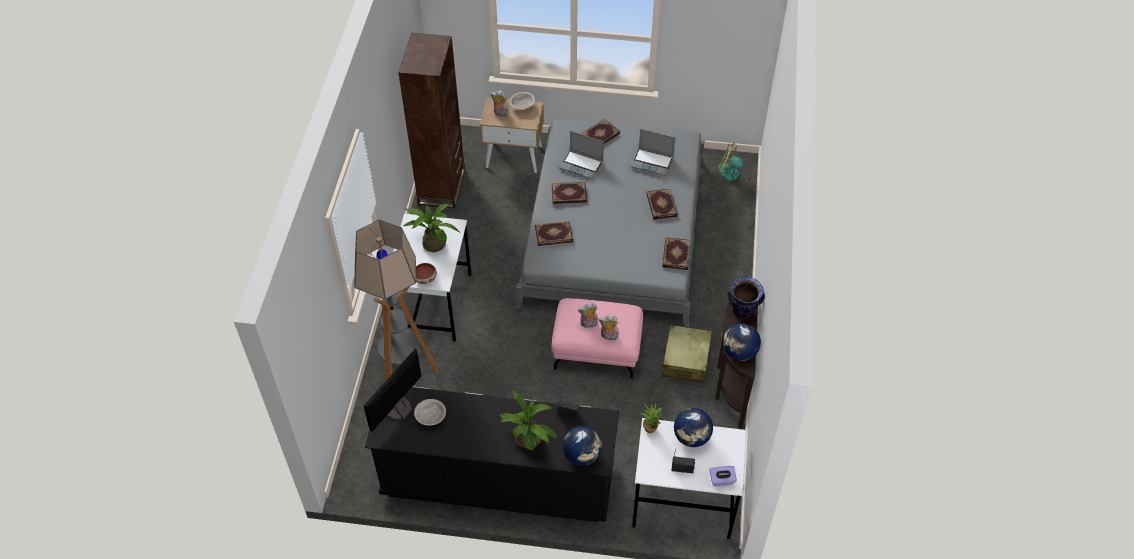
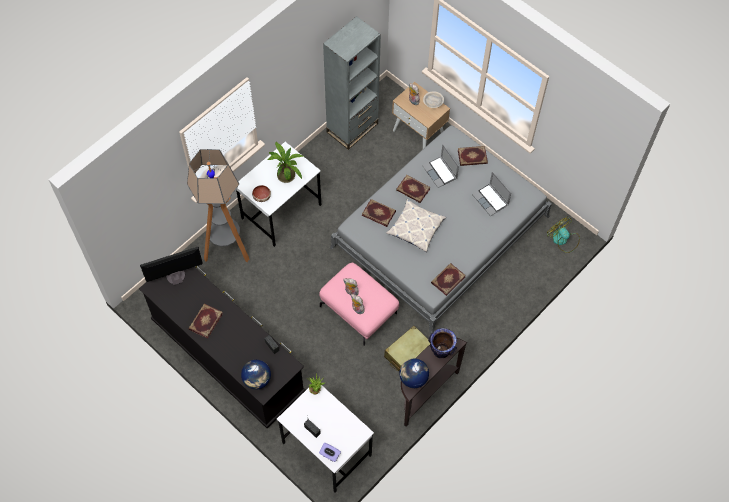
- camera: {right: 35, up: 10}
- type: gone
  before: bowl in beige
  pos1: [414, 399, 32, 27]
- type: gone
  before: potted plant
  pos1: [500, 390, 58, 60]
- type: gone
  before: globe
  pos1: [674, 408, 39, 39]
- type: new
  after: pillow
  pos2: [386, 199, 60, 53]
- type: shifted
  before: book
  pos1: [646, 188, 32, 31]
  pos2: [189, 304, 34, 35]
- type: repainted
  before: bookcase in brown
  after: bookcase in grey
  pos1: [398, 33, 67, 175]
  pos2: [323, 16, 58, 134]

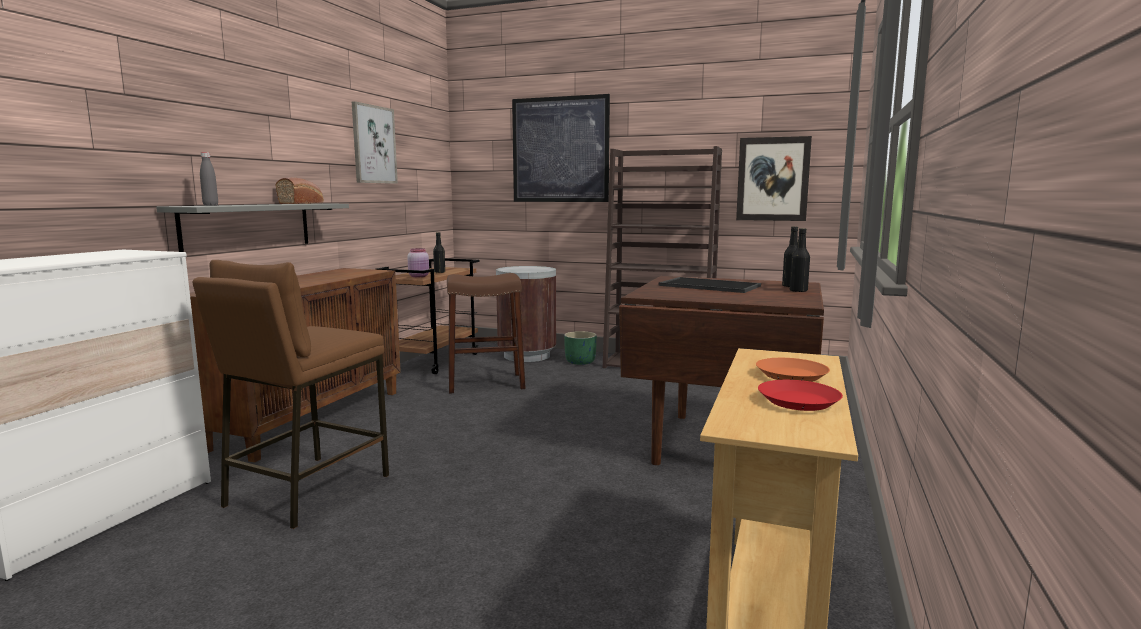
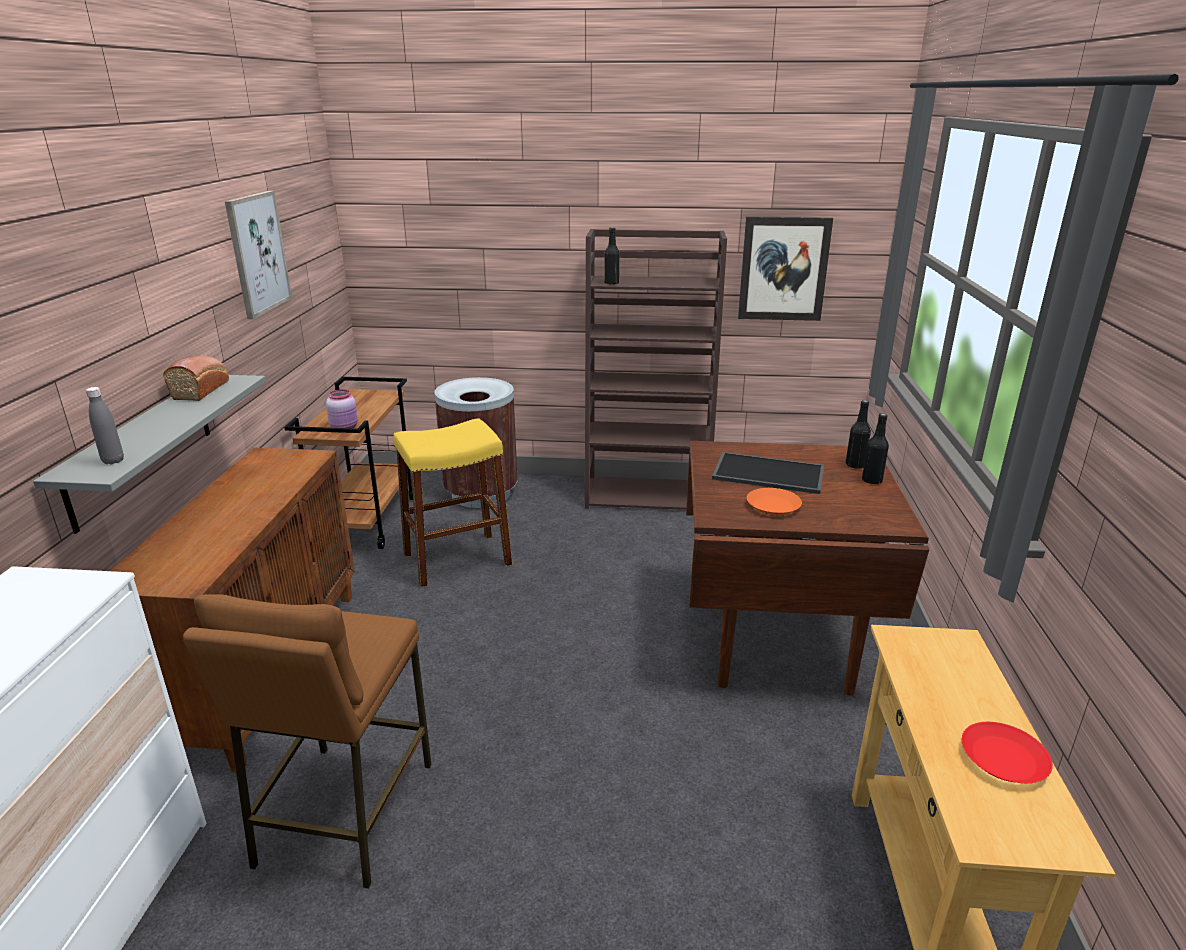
- camera: {right: -15, up: 15}
- type: gone
  before: picture
  pos1: [512, 94, 98, 108]
- type: gone
  before: planter in green
  pos1: [564, 331, 33, 34]
- type: shifted
  before: bottle in black
  pos1: [433, 232, 12, 41]
  pos2: [604, 227, 16, 57]
- type: shifted
  before: plate in orange
  pos1: [756, 358, 74, 24]
  pos2: [747, 488, 55, 28]
- type: repainted
  before: stool in brown
  after: stool in yellow
  pos1: [447, 273, 79, 121]
  pos2: [393, 418, 119, 170]

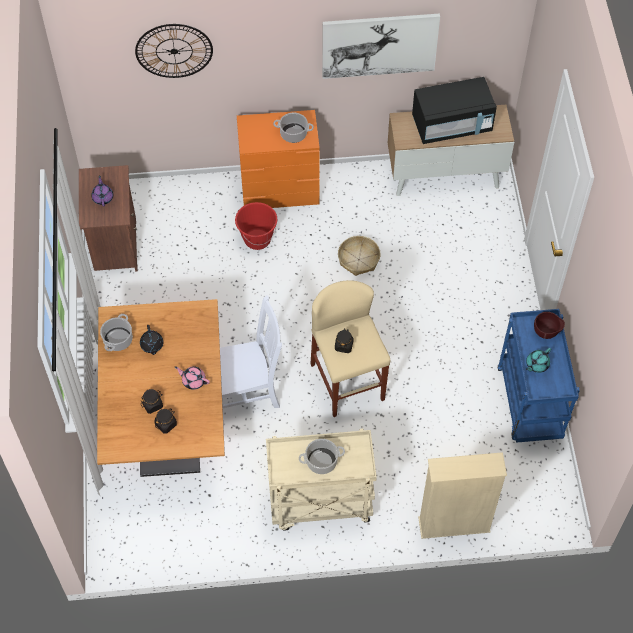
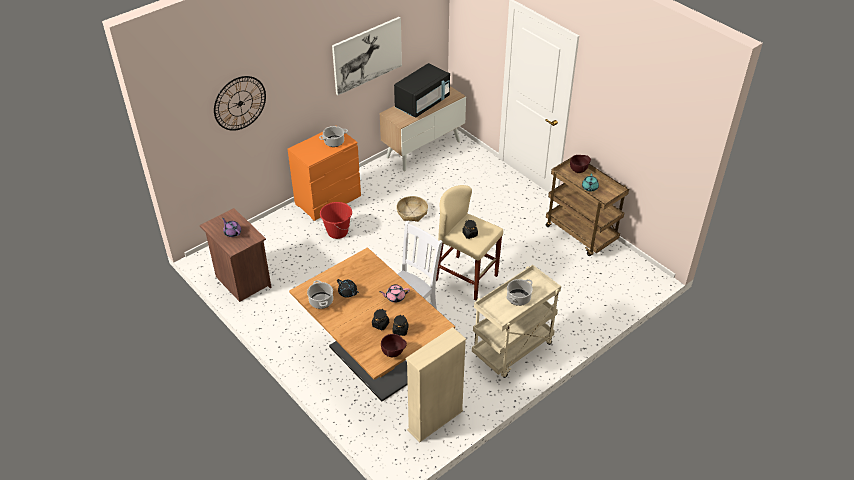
- camera: {right: -35, up: -15}
- type: new
  after: bowl in brown
  pos2: [381, 334, 26, 23]
- type: shifted
  before: bookcase in beige
  pos1: [418, 452, 89, 87]
  pos2: [405, 327, 61, 115]
- type: repainted
  before: cart in blue
  after: cart in brown
  pos1: [497, 309, 83, 134]
  pos2: [546, 158, 83, 98]

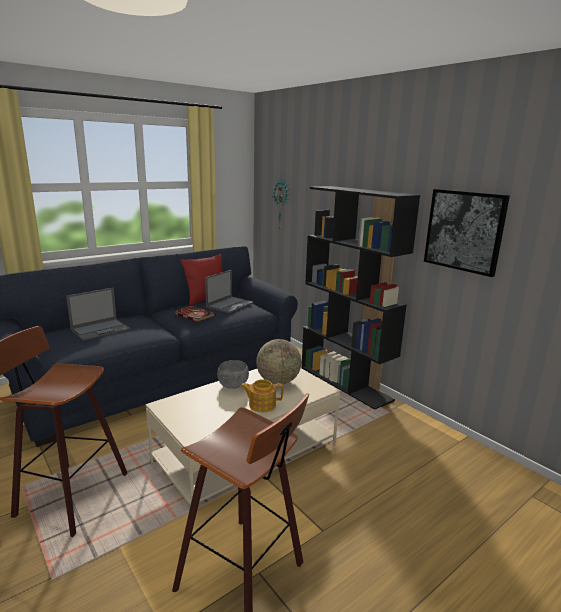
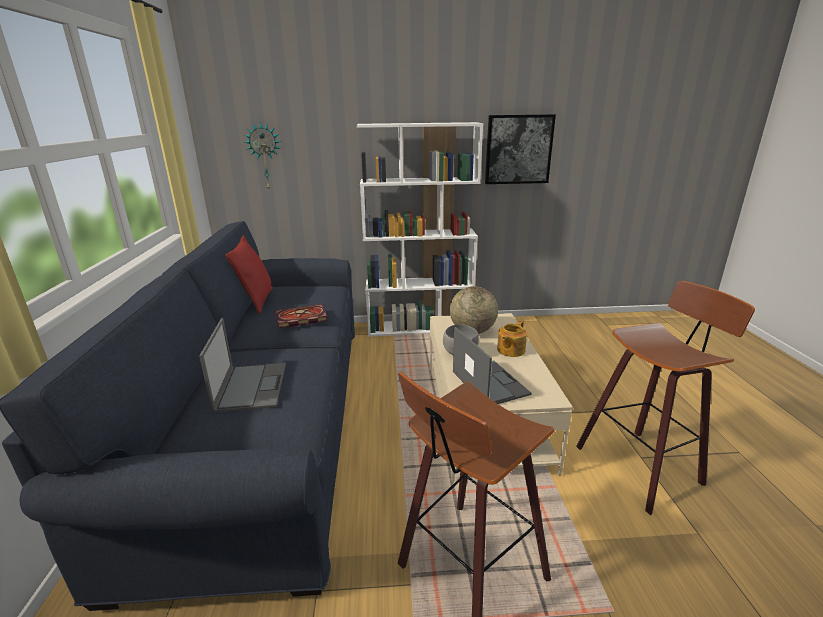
- camera: {right: -55, up: 5}
- type: shifted
  before: laptop
  pos1: [205, 270, 48, 43]
  pos2: [453, 327, 79, 77]
- type: repainted
  before: bookcase in black
  after: bookcase in white
  pos1: [301, 186, 119, 224]
  pos2: [357, 122, 126, 215]

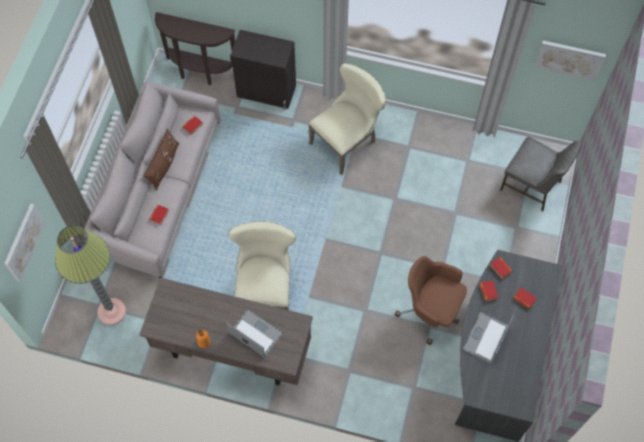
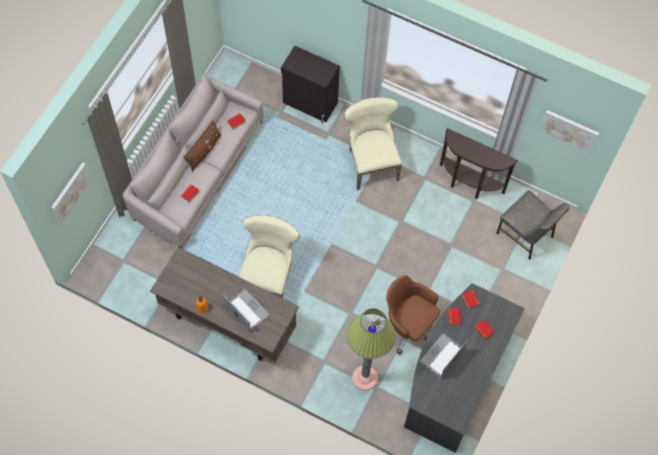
- camera: {right: 10, up: 0}
- type: shifted
  before: floor lamp
  pos1: [55, 225, 71, 100]
  pos2: [347, 308, 49, 83]
- type: shifted
  before: console table in brown
  pos1: [155, 12, 80, 73]
  pos2: [440, 128, 78, 71]
- type: rotated
  before: chair in beige
  pos1: [308, 63, 78, 112]
  pos2: [344, 97, 58, 93]
  turn: -75

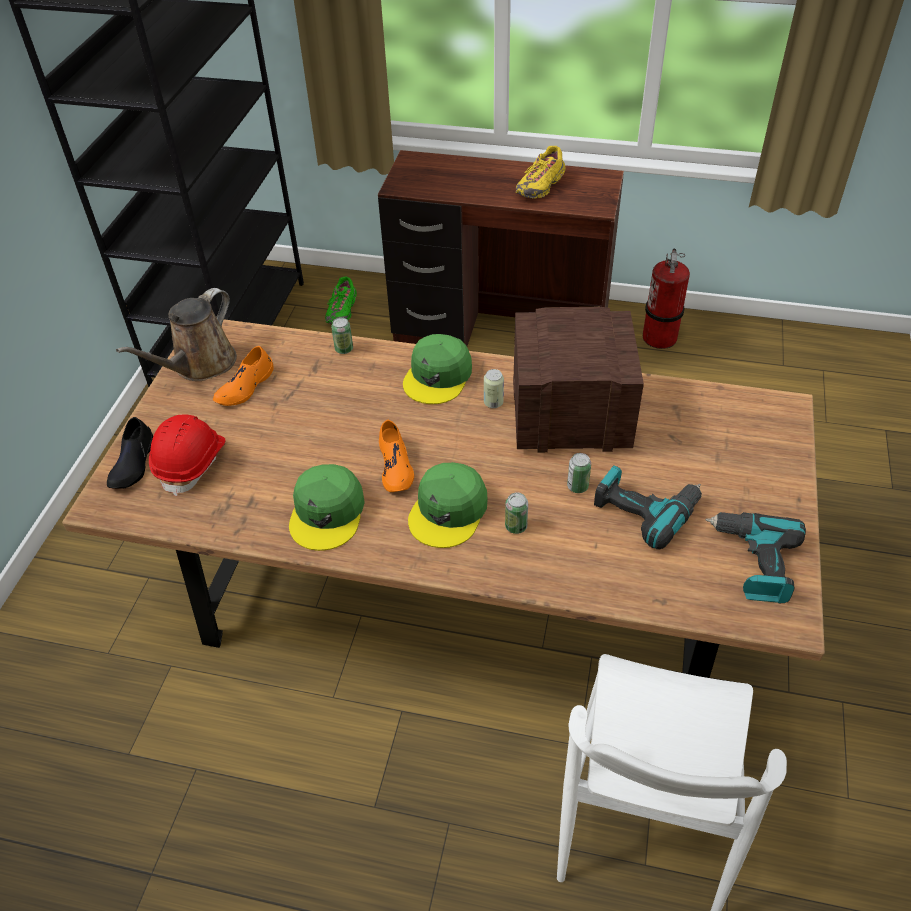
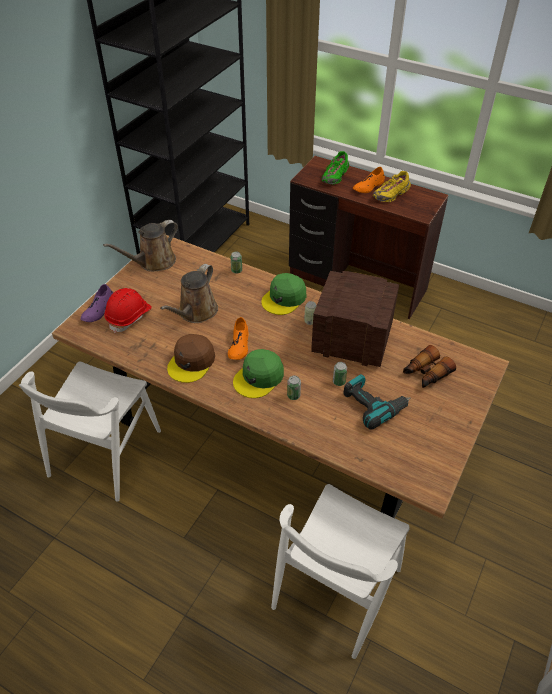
- camera: {right: 15, up: 0}
- type: gone
  before: fire extinguisher
  pos1: [643, 248, 47, 101]
- type: gone
  before: power drill
  pos1: [706, 512, 100, 91]
- type: new
  after: chair in white
  pos2: [19, 362, 142, 140]
- type: new
  after: watering can in brown
  pos2: [160, 264, 58, 59]
- type: new
  after: binoculars
  pos2: [403, 345, 53, 43]
- type: shifted
  before: shoe in orange
  pos1: [213, 346, 61, 60]
  pos2: [353, 167, 32, 26]
- type: shifted
  before: shoe in green
  pos1: [325, 276, 32, 48]
  pos2: [322, 151, 27, 34]
- type: repainted
  before: shoe in black
  after: shoe in purple
  pos1: [107, 417, 46, 72]
  pos2: [81, 284, 32, 38]
- type: repainted
  before: cap in green
  after: cap in brown
  pos1: [289, 464, 76, 87]
  pos2: [167, 334, 48, 49]

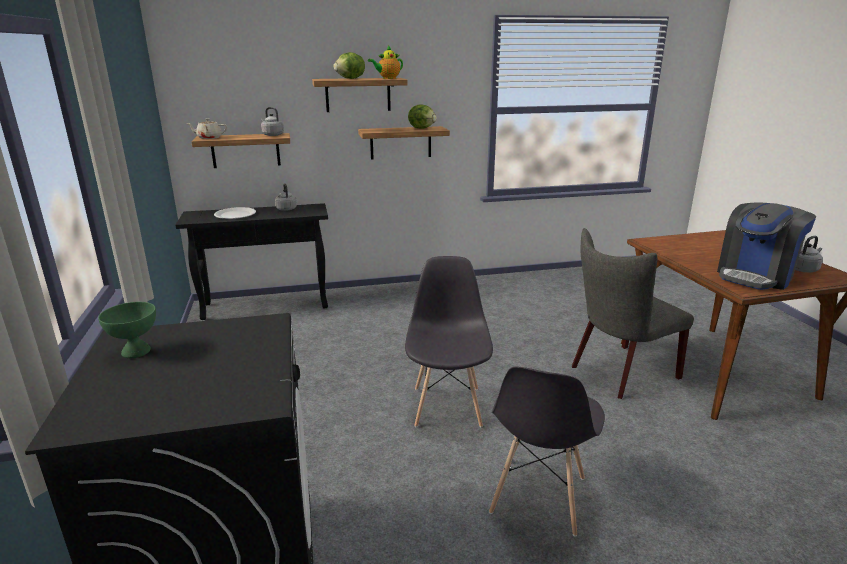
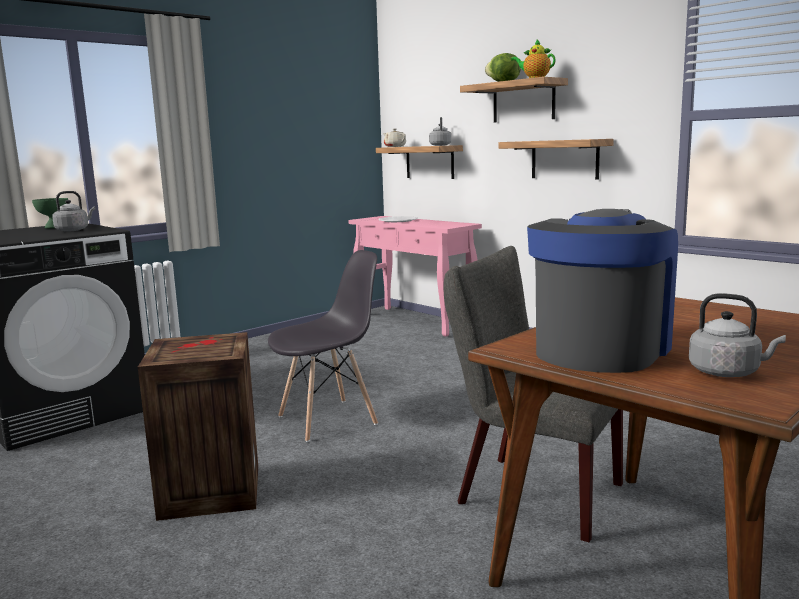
- camera: {right: 60, up: -10}
- type: gone
  before: lettuce
  pos1: [408, 104, 29, 25]
- type: shifted
  before: kettle in grey
  pos1: [275, 183, 22, 28]
  pos2: [52, 191, 43, 41]
- type: swapped
  before: chair in grey
  after: crate
  pos1: [489, 366, 116, 171]
  pos2: [138, 332, 120, 189]
- type: repainted
  before: console table in black
  after: console table in pink
  pos1: [175, 203, 153, 117]
  pos2: [349, 216, 133, 121]
- type: rotated
  before: coffee machine
  pos1: [717, 202, 99, 88]
  pos2: [527, 209, 151, 164]
  turn: 105

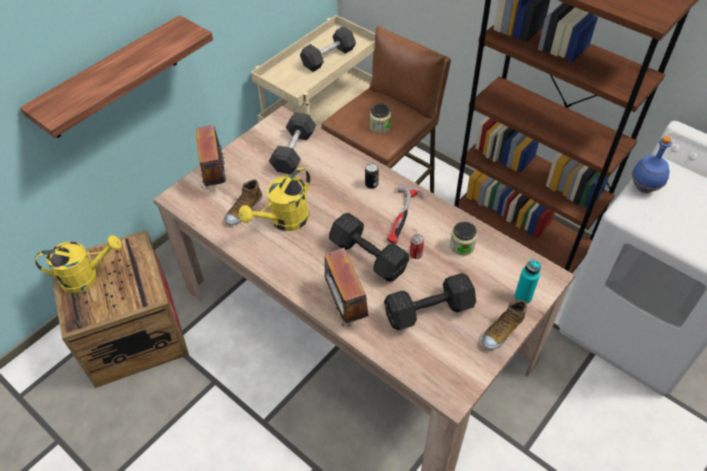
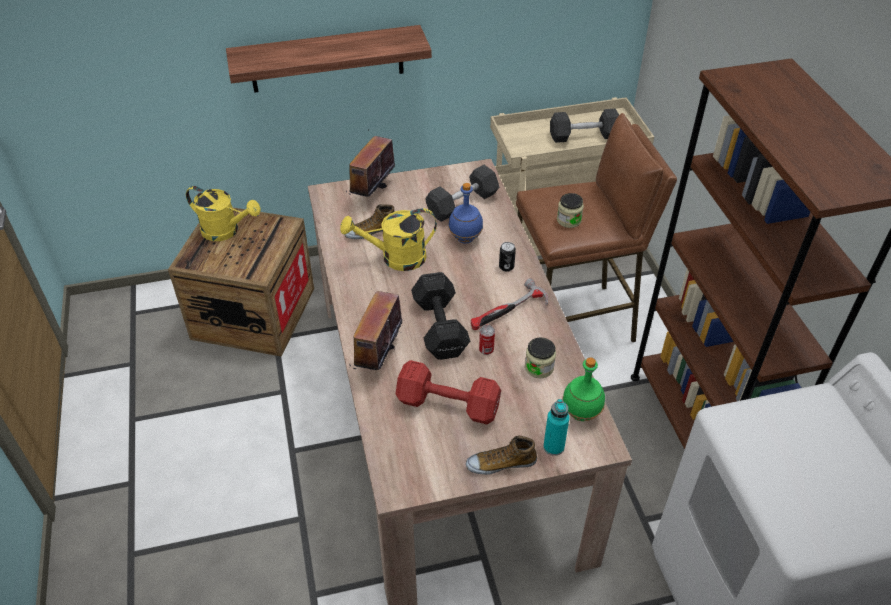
- camera: {right: 35, up: -5}
- type: new
  after: bottle in green
  pos2: [562, 357, 43, 64]
- type: shifted
  before: bottle in blue
  pos1: [632, 136, 40, 57]
  pos2: [448, 183, 35, 61]
- type: repainted
  before: dumbbell in black
  after: dumbbell in red
  pos1: [384, 273, 92, 57]
  pos2: [395, 360, 106, 64]

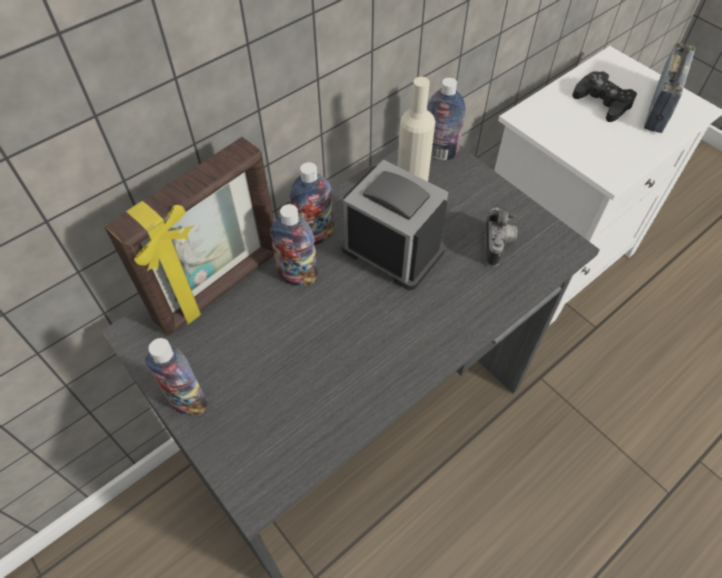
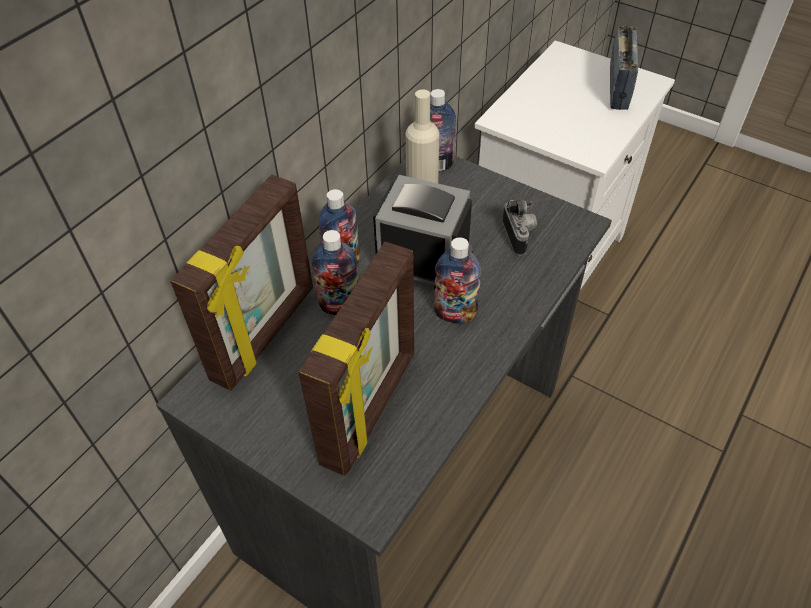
- camera: {right: -15, up: -5}
- type: gone
  before: game controller in black
  pos1: [572, 71, 65, 51]
- type: new
  after: picture frame
  pos2: [299, 242, 115, 234]
- type: shifted
  before: bottle
  pos1: [145, 338, 63, 77]
  pos2: [434, 237, 47, 86]

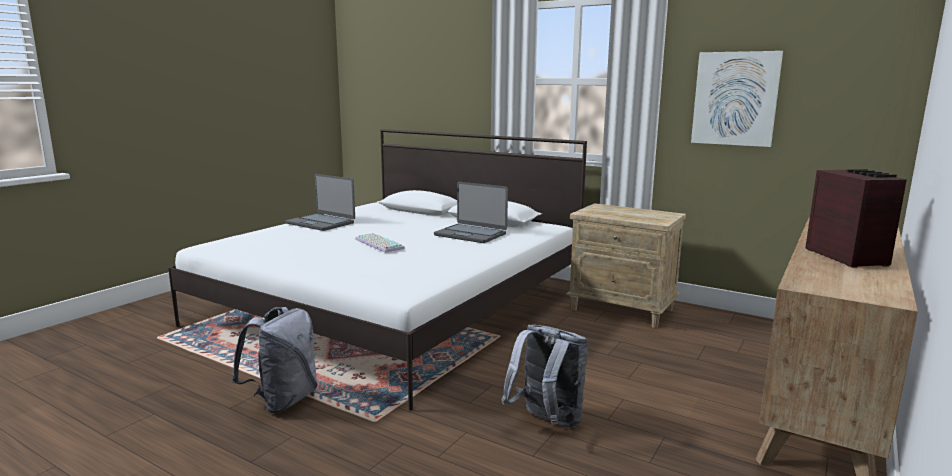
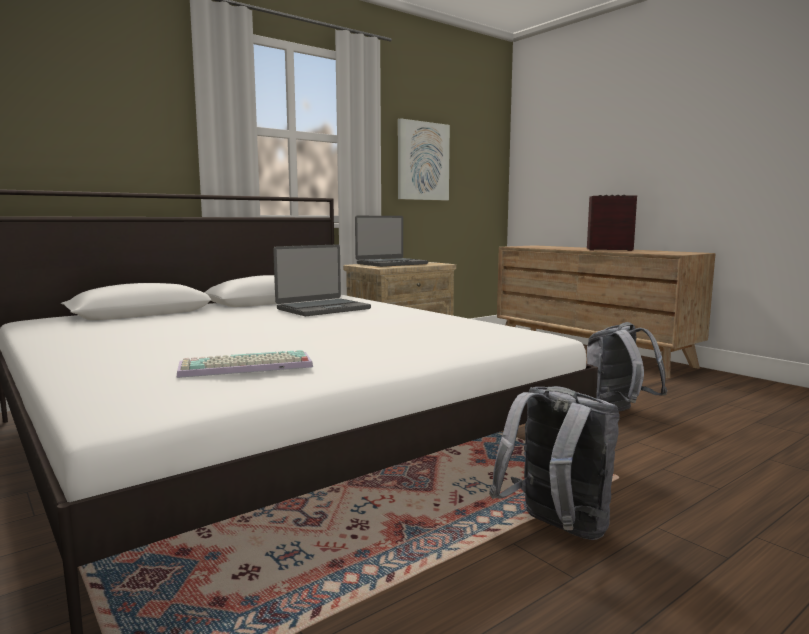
- camera: {right: -70, up: -5}
- type: shifted
  before: laptop
  pos1: [286, 174, 69, 57]
  pos2: [355, 216, 73, 51]
- type: shifted
  before: keyboard
  pos1: [355, 233, 50, 20]
  pos2: [177, 350, 136, 28]

